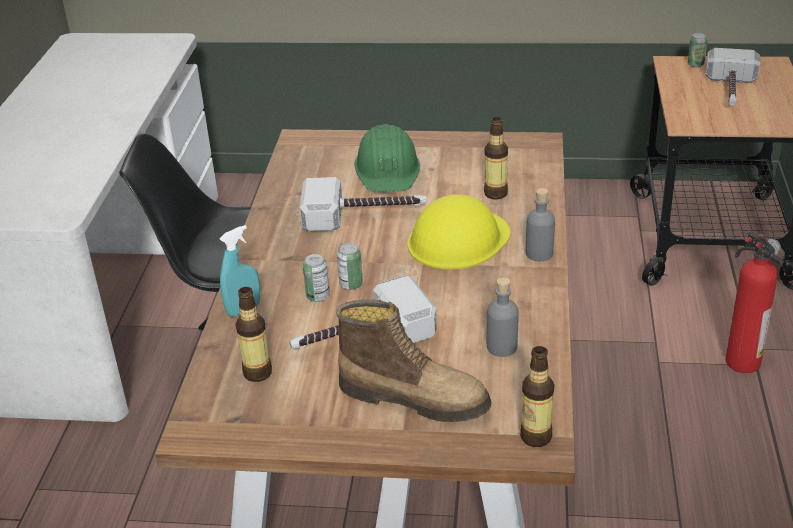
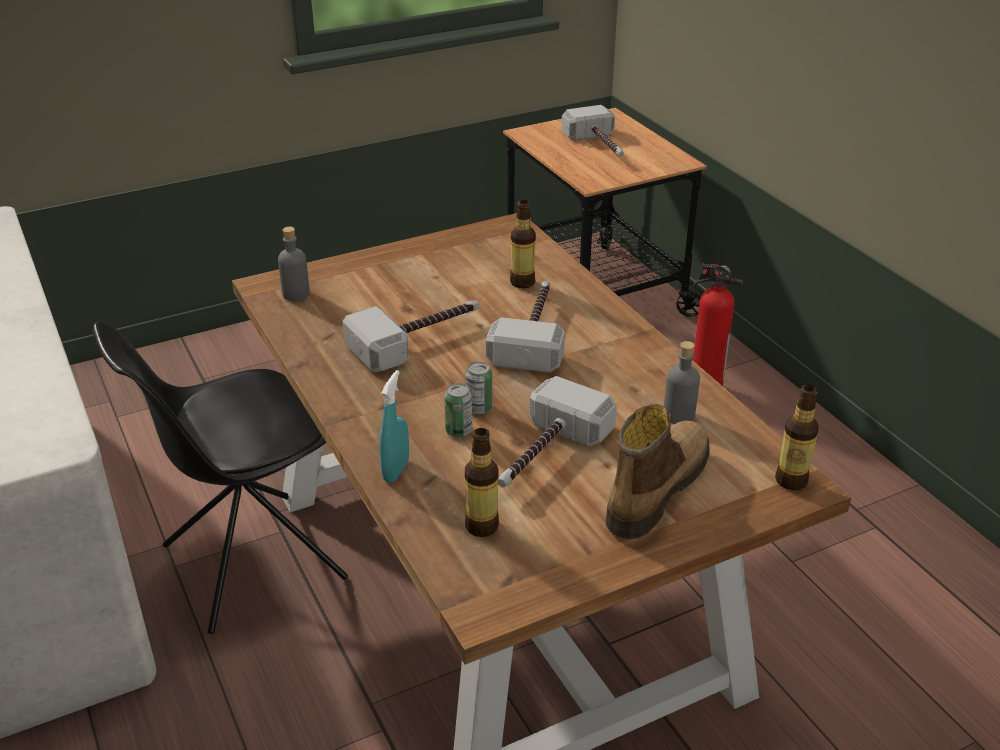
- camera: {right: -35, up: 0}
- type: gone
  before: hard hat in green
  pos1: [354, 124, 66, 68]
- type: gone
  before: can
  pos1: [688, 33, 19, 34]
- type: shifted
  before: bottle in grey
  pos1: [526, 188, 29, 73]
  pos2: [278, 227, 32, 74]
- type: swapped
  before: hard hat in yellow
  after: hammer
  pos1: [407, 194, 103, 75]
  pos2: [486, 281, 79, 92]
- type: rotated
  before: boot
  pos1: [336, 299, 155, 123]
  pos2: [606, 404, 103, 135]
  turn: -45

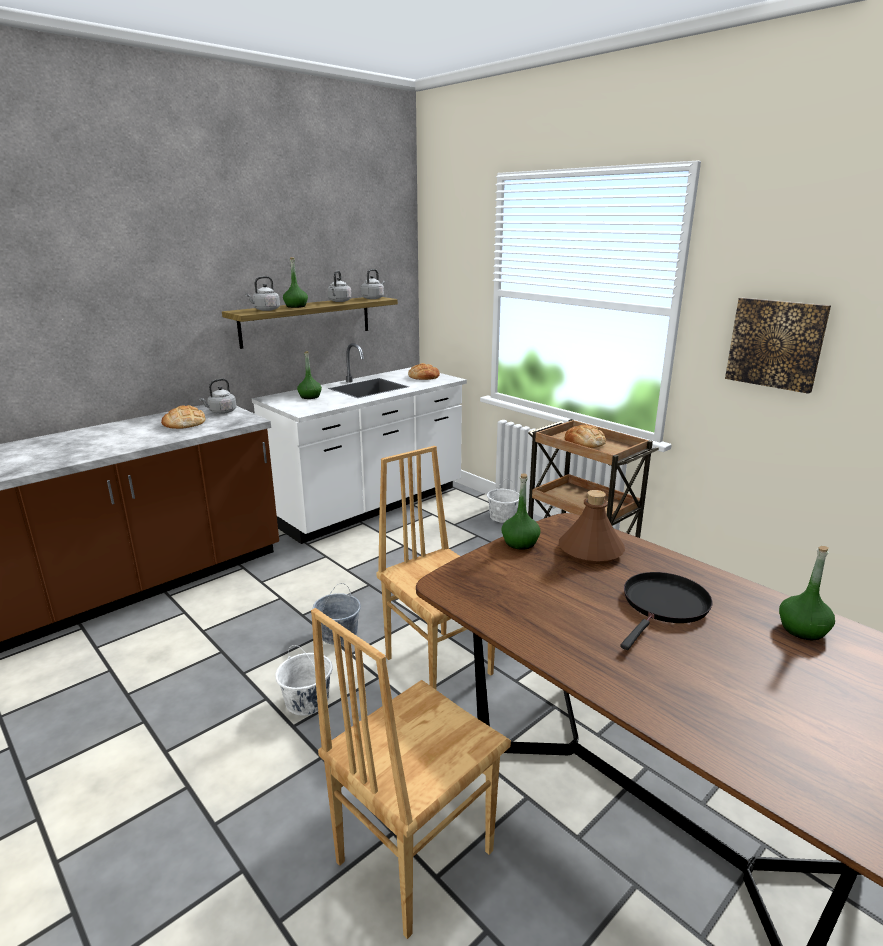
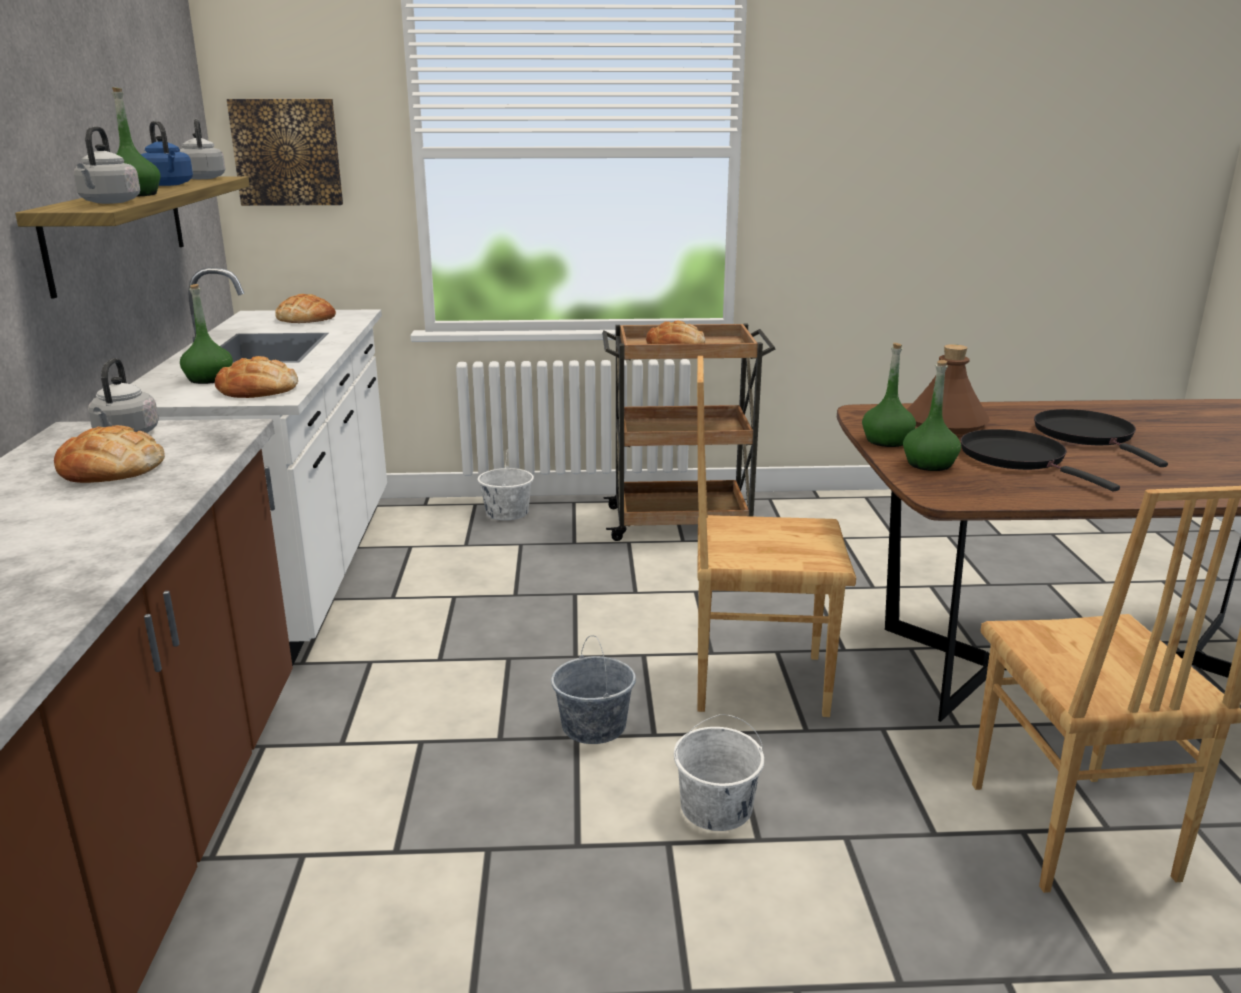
- camera: {right: -50, up: 0}
- type: new
  after: bread
  pos2: [215, 356, 83, 42]
- type: new
  after: frying pan in black
  pos2: [961, 429, 159, 62]
- type: shifted
  before: picture
  pos1: [725, 298, 106, 96]
  pos2: [227, 99, 116, 107]
- type: shifted
  before: bottle in green
  pos1: [779, 546, 56, 94]
  pos2: [903, 360, 58, 111]
- type: repainted
  before: kettle in grey
  after: kettle in blue
  pos1: [327, 271, 25, 31]
  pos2: [141, 121, 52, 65]

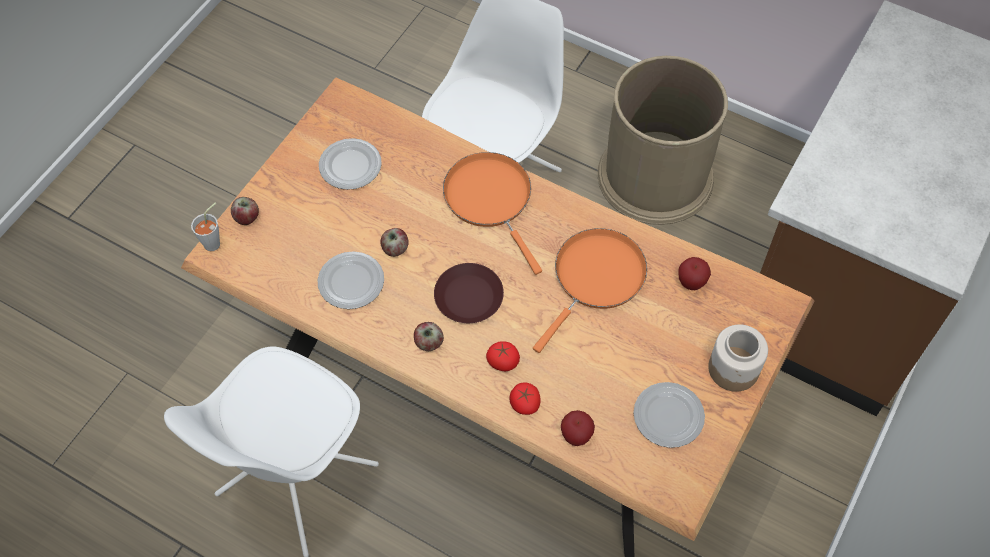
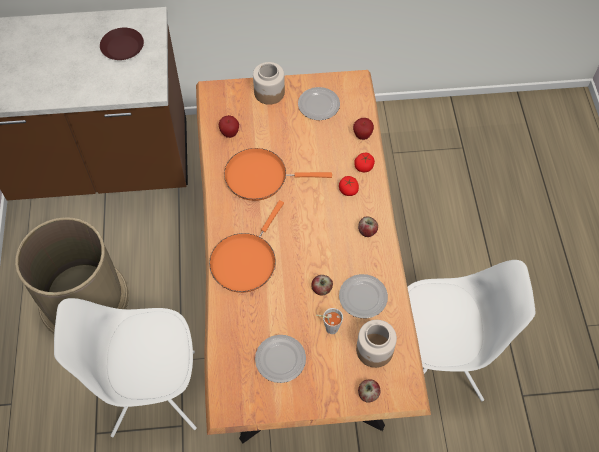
- camera: {right: -125, up: 0}
- type: new
  after: jar
  pos2: [356, 320, 41, 48]
- type: shifted
  before: cup in grey
  pos1: [191, 202, 29, 49]
  pos2: [316, 308, 27, 26]
- type: shifted
  before: plate in brown
  pos1: [434, 263, 70, 60]
  pos2: [100, 28, 44, 32]

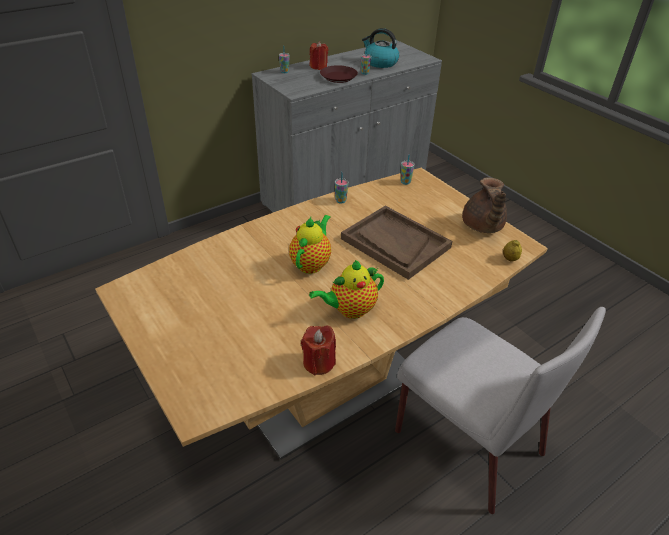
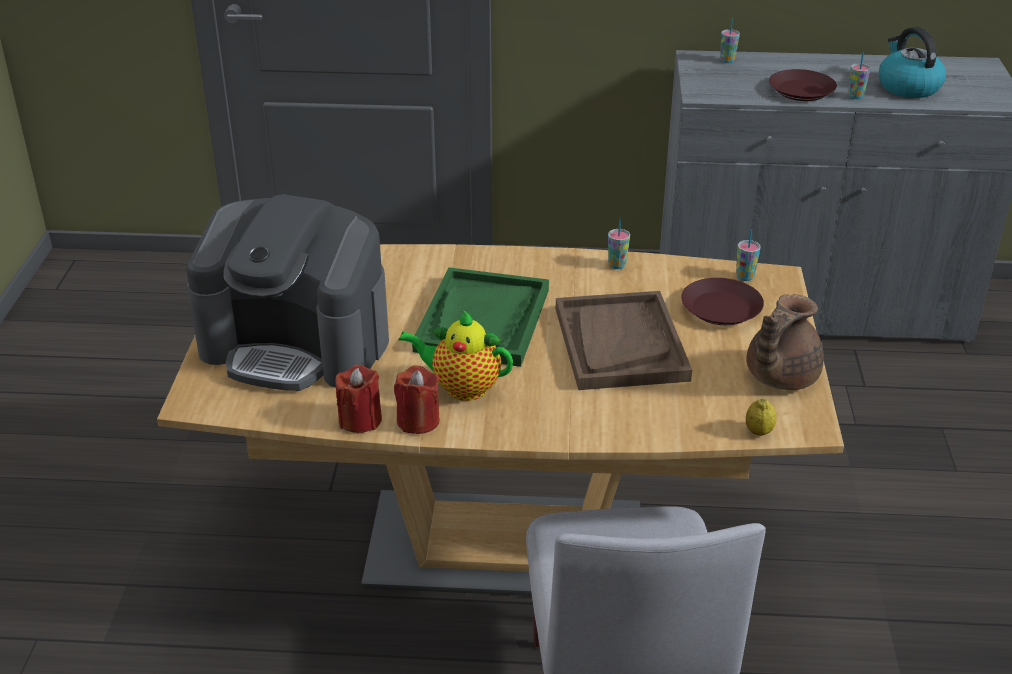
- camera: {right: 40, up: -5}
- type: new
  after: coffee machine
  pos2: [186, 194, 203, 197]
- type: new
  after: plate in brown
  pos2: [681, 278, 83, 47]
- type: shifted
  before: candle in red
  pos1: [310, 41, 18, 29]
  pos2: [394, 365, 46, 69]
- type: swapped
  before: teapot
  after: tray in green
  pos1: [289, 215, 42, 59]
  pos2: [412, 267, 137, 100]

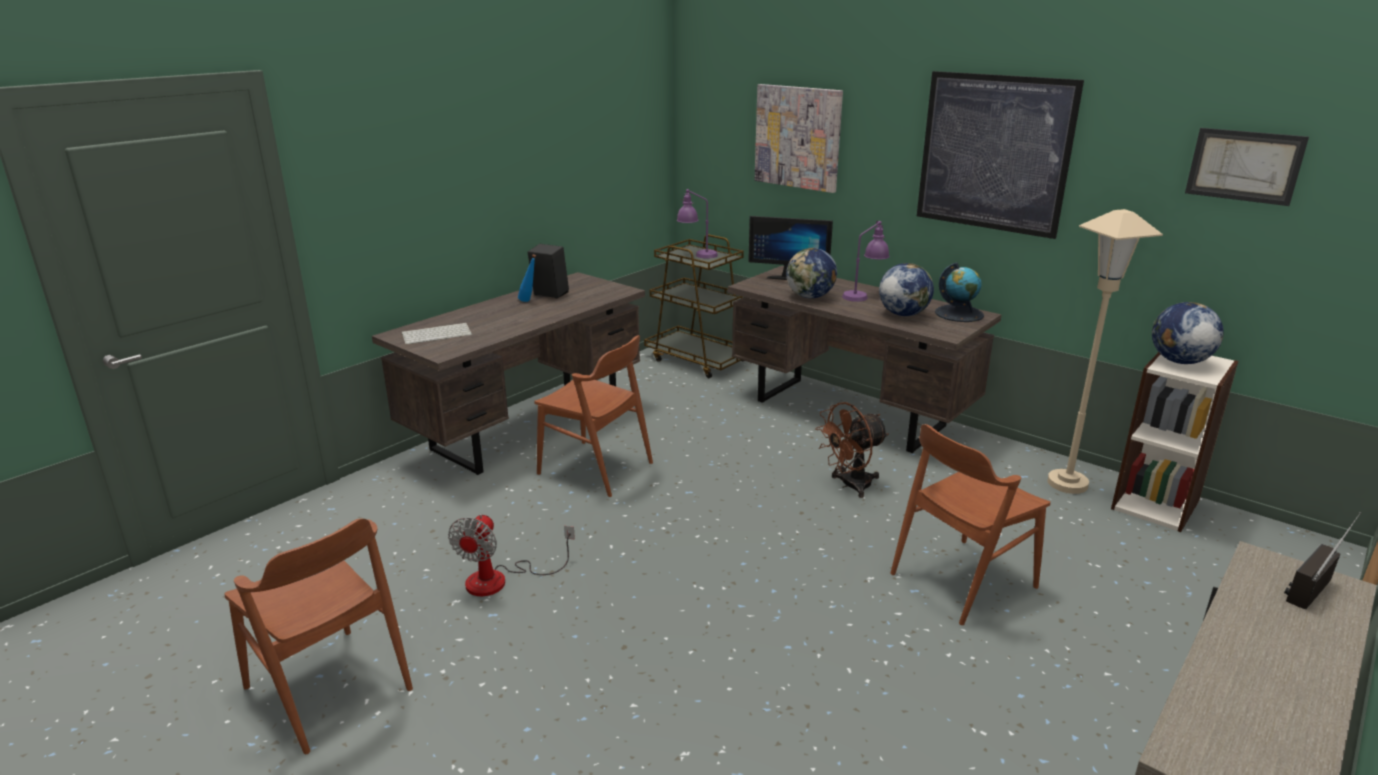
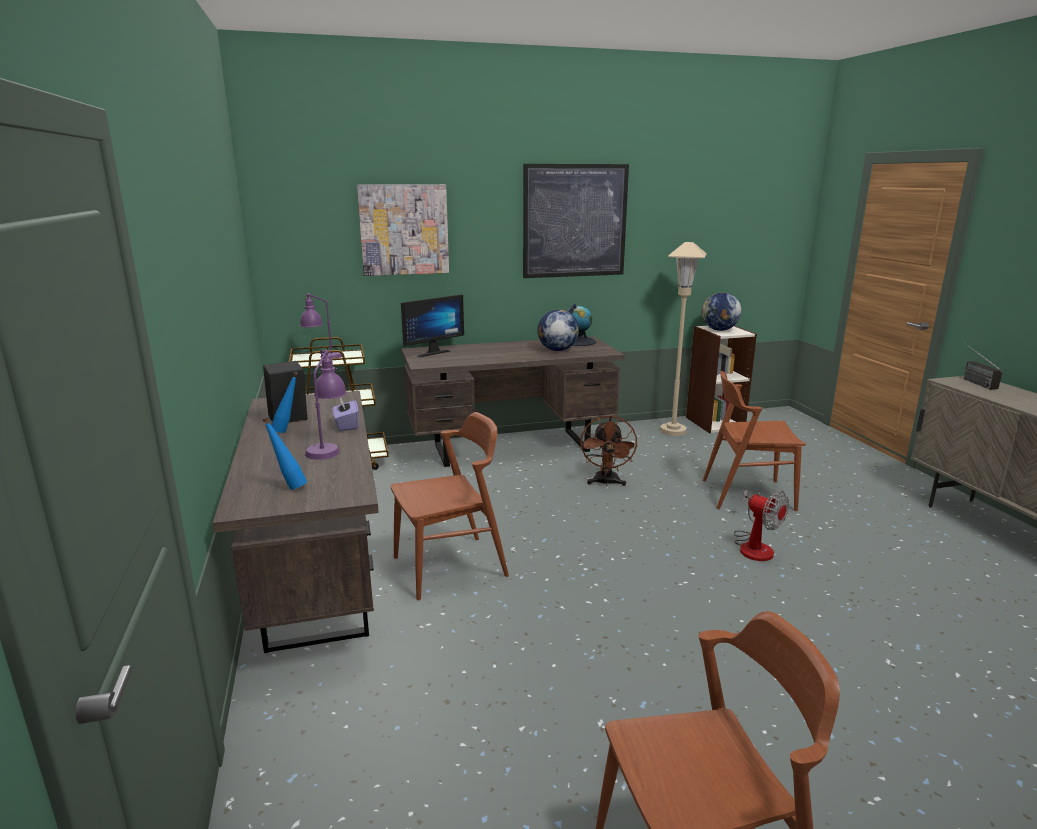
- camera: {right: -55, up: -5}
- type: gone
  before: globe
  pos1: [786, 248, 51, 50]
- type: gone
  before: picture
  pos1: [1185, 128, 124, 78]
- type: new
  after: tissue box in purple
  pos2: [332, 397, 27, 34]
- type: shifted
  before: fan
  pos1: [448, 514, 127, 82]
  pos2: [734, 489, 55, 72]
- type: shifted
  before: table lamp in purple
  pos1: [842, 221, 48, 81]
  pos2: [305, 350, 42, 110]
- type: swapped
  before: keyboard
  after: bottle in blue
  pos1: [401, 323, 71, 22]
  pos2: [262, 417, 45, 73]
- type: rotated
  before: chair in brown
  pos1: [890, 424, 160, 201]
  pos2: [703, 371, 103, 140]
  turn: 90

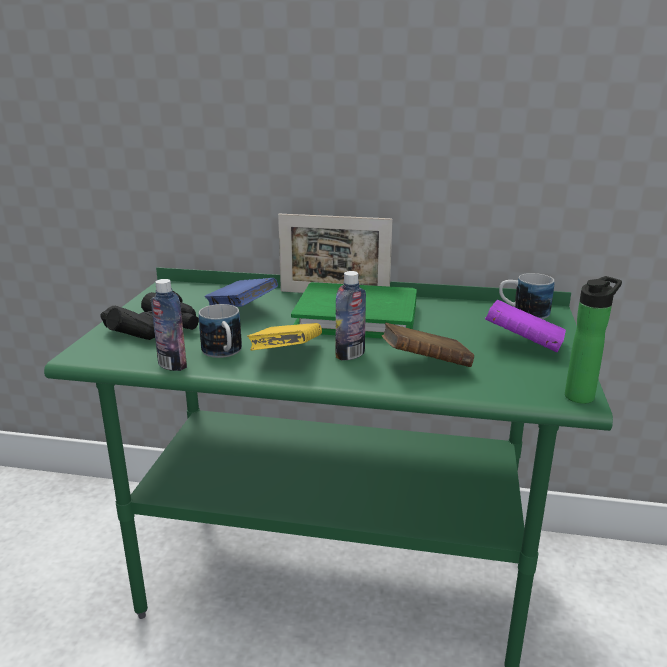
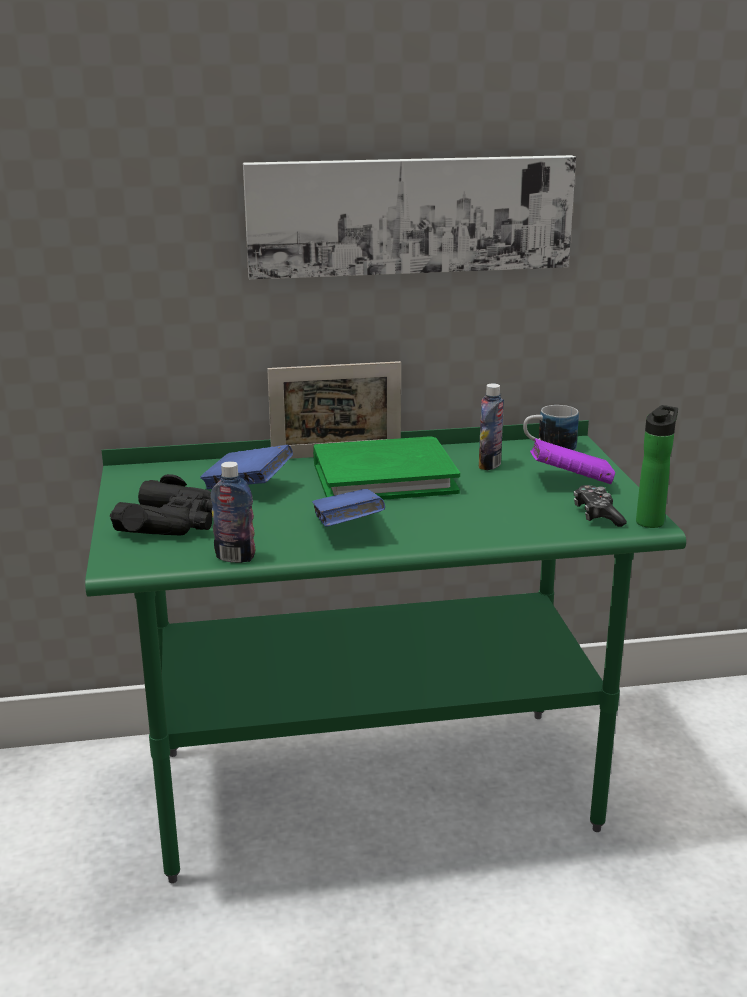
- camera: {right: -20, up: 0}
- type: gone
  before: mug
  pos1: [199, 304, 43, 54]
- type: gone
  before: book in brown
  pos1: [382, 323, 92, 44]
- type: new
  after: picture
  pos2: [243, 155, 333, 125]
- type: new
  after: game controller
  pos2: [574, 485, 53, 42]
- type: shifted
  before: bottle
  pos1: [336, 271, 30, 89]
  pos2: [479, 383, 25, 87]
- type: repainted
  before: book in yellow
  after: book in blue
  pos1: [247, 323, 75, 28]
  pos2: [312, 489, 73, 38]

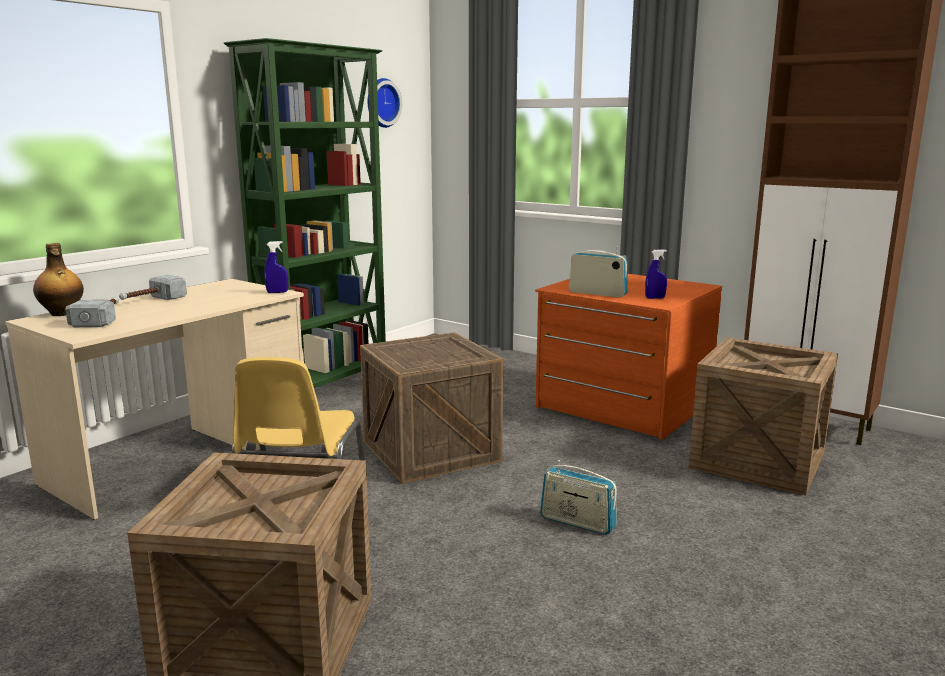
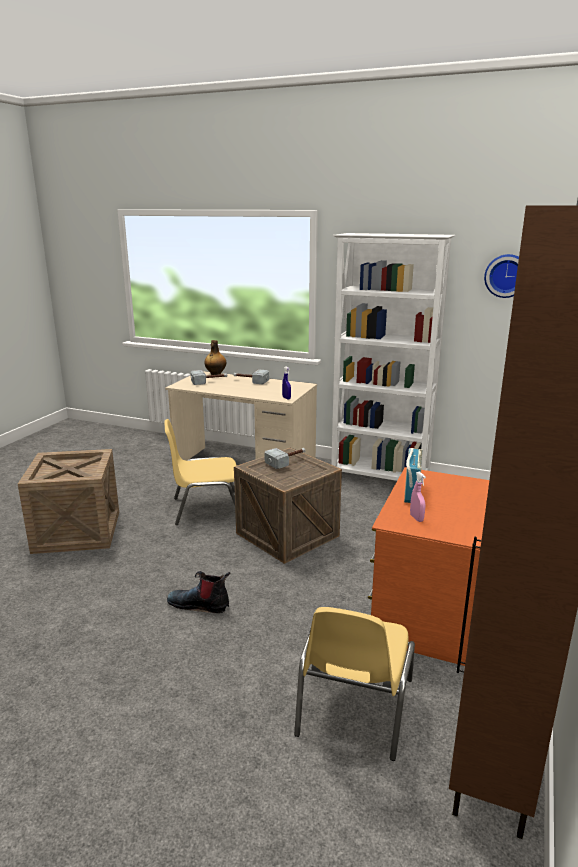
- camera: {right: 75, up: 5}
- type: new
  after: hammer
  pos2: [264, 448, 42, 21]
- type: swapped
  before: radio
  after: boot
  pos1: [540, 460, 77, 75]
  pos2: [167, 571, 64, 42]
- type: swapped
  before: crate
  after: chair in yellow
  pos1: [689, 337, 149, 159]
  pos2: [294, 607, 121, 154]
- type: repainted
  before: bookcase in green
  after: bookcase in white
  pos1: [224, 38, 162, 350]
  pos2: [331, 233, 124, 248]
- type: repainted
  before: spray bottle in blue
  after: spray bottle in pink
  pos1: [645, 249, 22, 50]
  pos2: [410, 472, 16, 50]

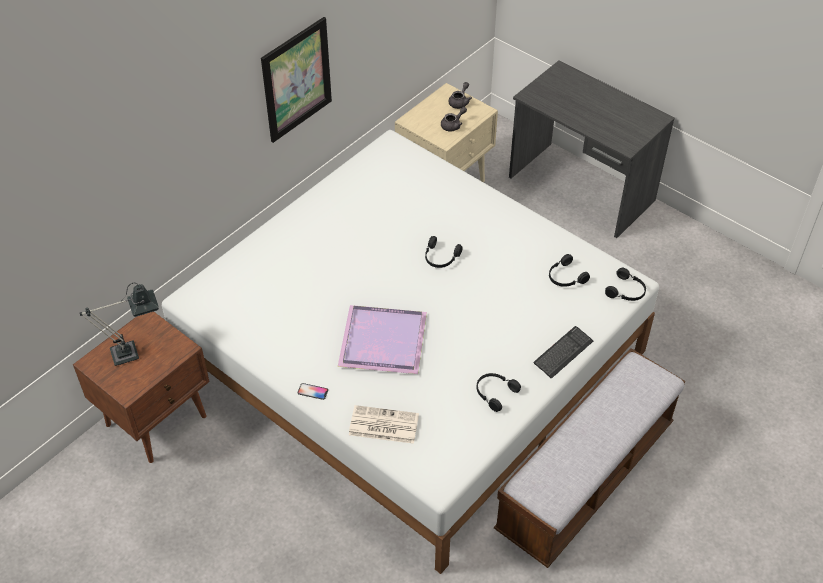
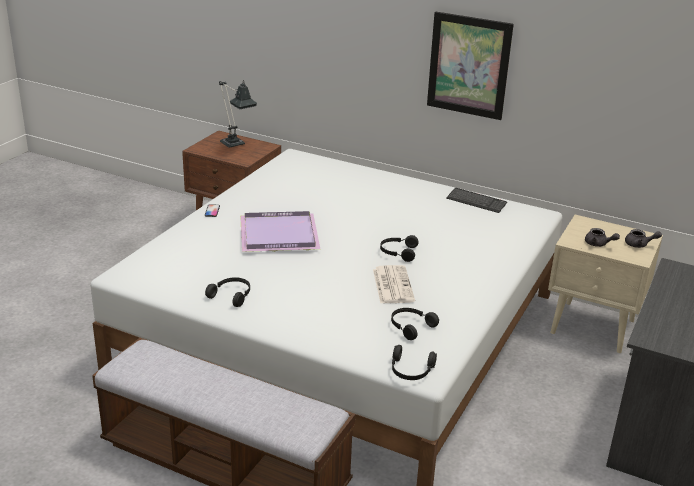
- camera: {right: 75, up: -20}
- type: shifted
  before: newspaper
  pos1: [349, 405, 70, 39]
  pos2: [373, 265, 42, 38]
- type: shifted
  before: keyboard
  pos1: [534, 326, 59, 53]
  pos2: [446, 188, 61, 25]

